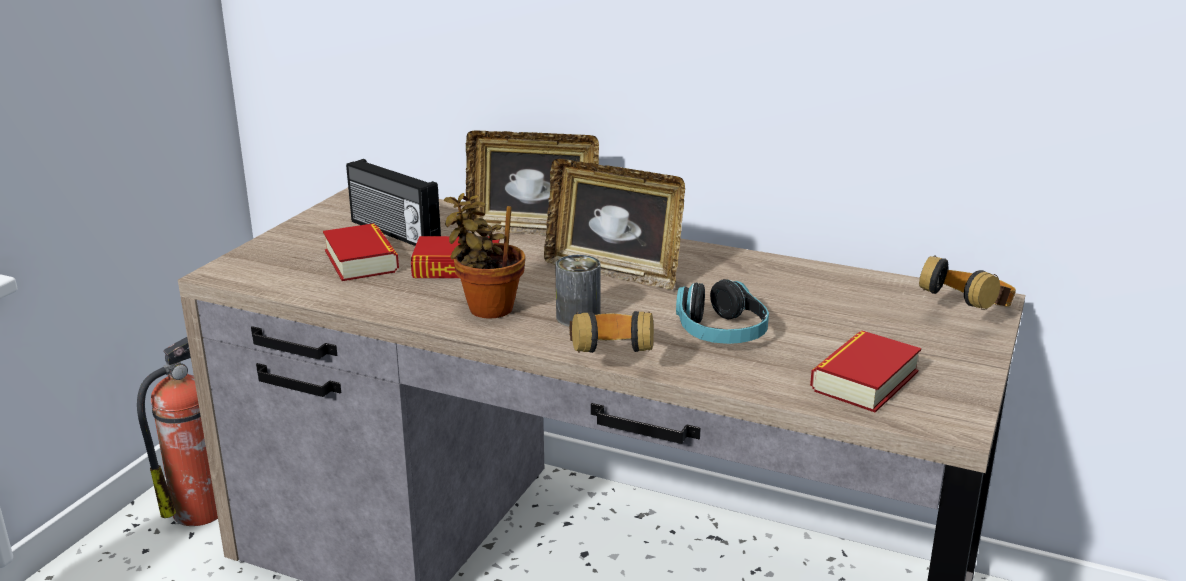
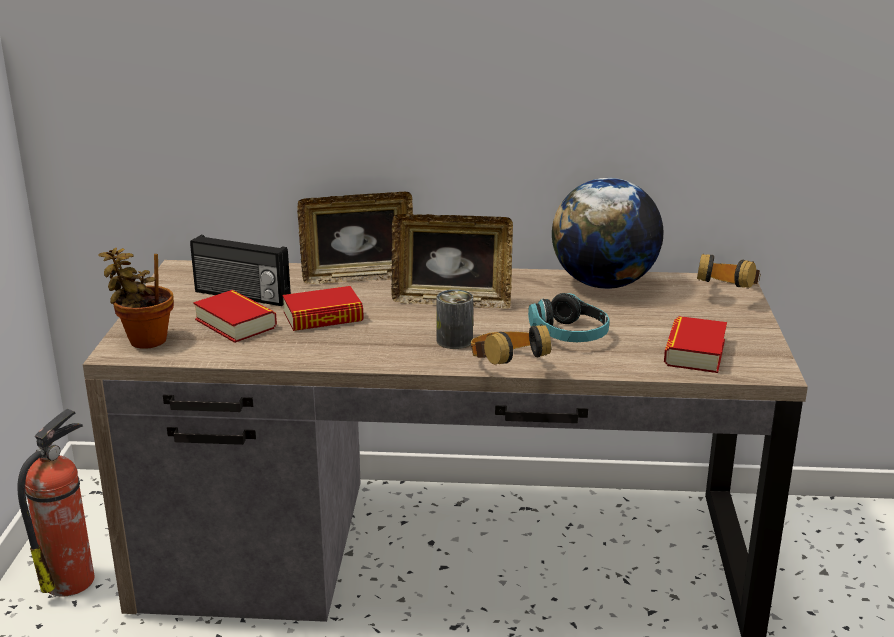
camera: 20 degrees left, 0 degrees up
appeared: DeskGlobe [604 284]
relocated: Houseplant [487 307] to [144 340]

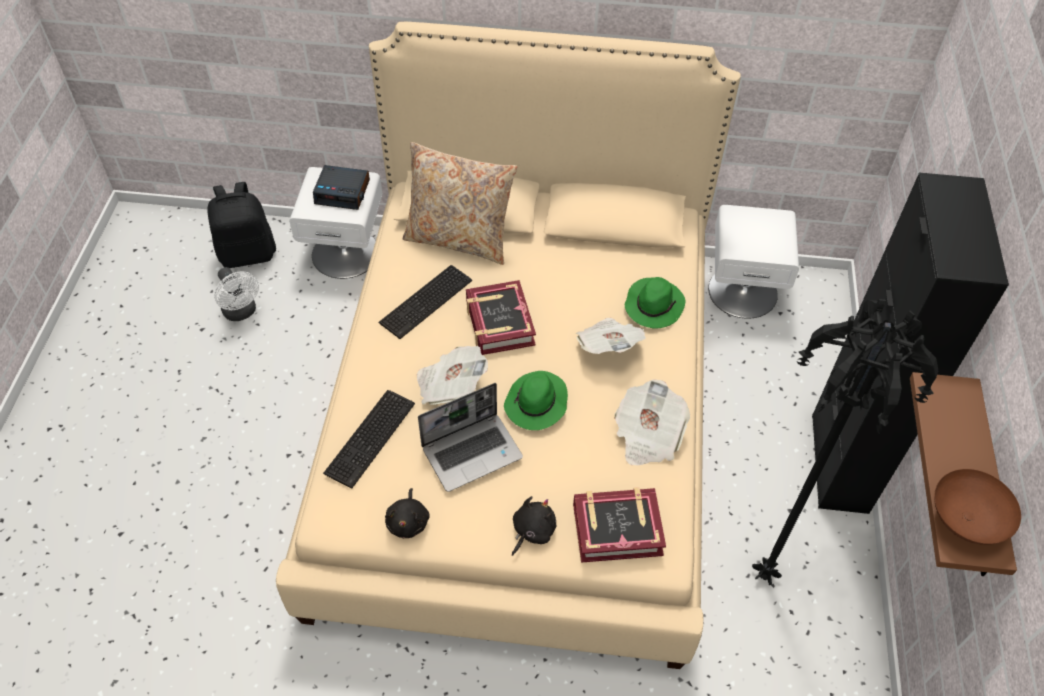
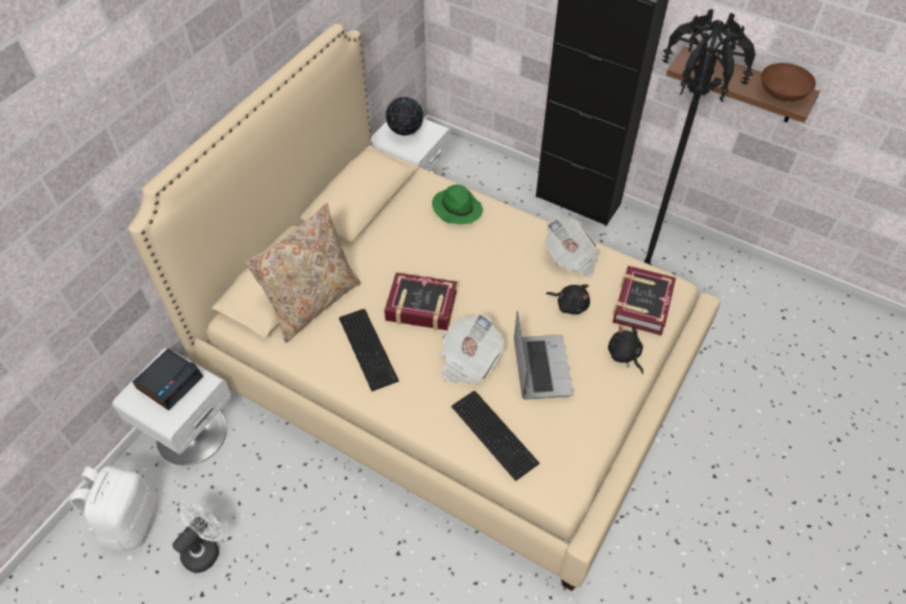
camera: 65 degrees left, 0 degrees up
missing: GreenColouredClothingHat [536 404]; PrintedPaper [608 346]
appeared: DeskGlobe [405 135]
relocated: BlackishCuddlyToy [408 521] to [570 305]
colour: BlackishKnapsack [248 253] to WhitishKnapsack [130 522]
spun: WhitishFan [242 312] = [205 549] 45 degrees counterclockwise

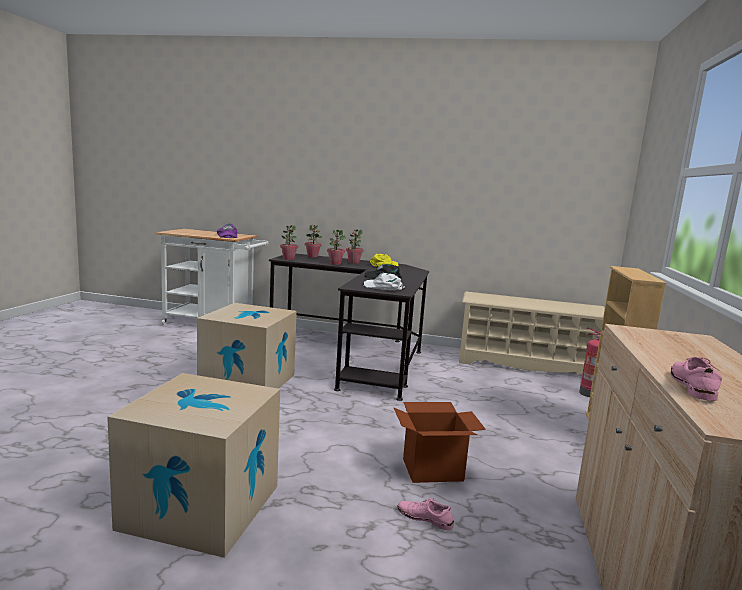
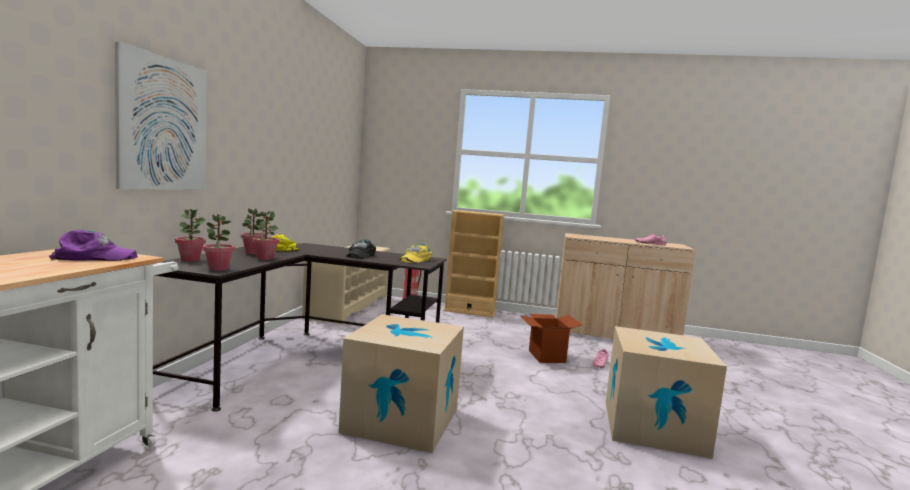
camera: 90 degrees left, 5 degrees down
appeared: WallPicture [163 124]
colour: WhitishPeakedCap [383 287] to YellowColouredPeakedCap [415 259]

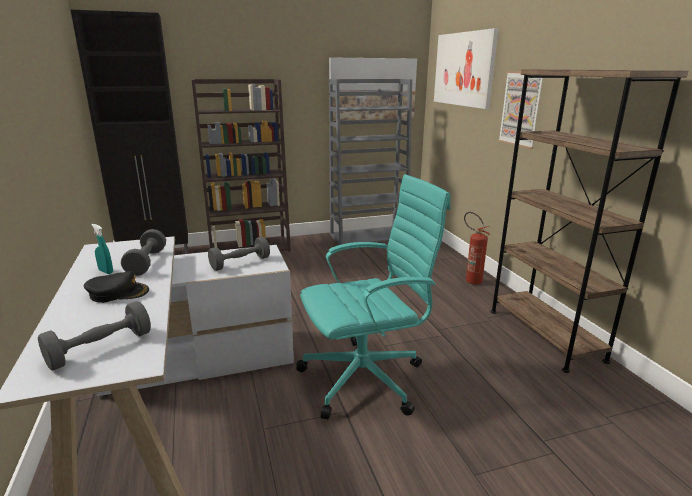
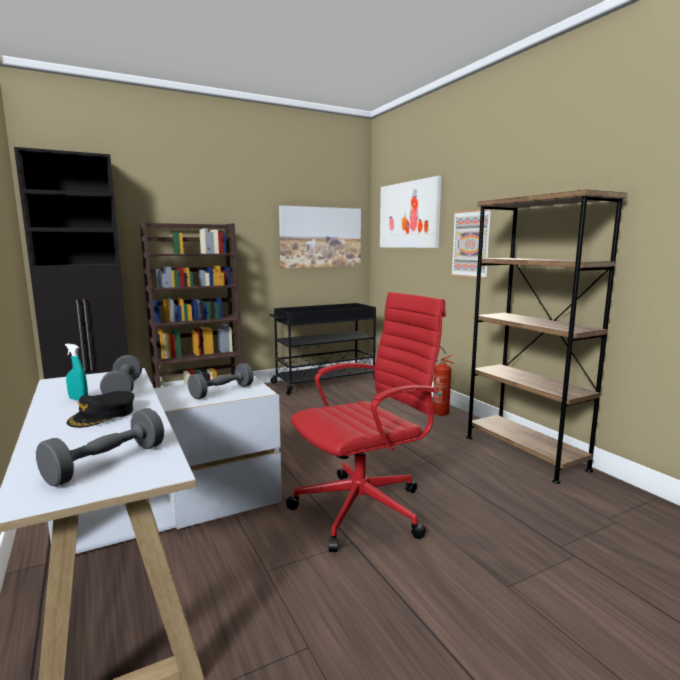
camera: 10 degrees left, 10 degrees down
exchanged: GreyShelvingUnit [369 237] to BlackishTrolley [324 382]
colour: BlueGreenOfficeChair [366 378] to RedOfficeChair [364 509]
spun: BlackishPeakedCap [118 293] = [103 415] 135 degrees clockwise

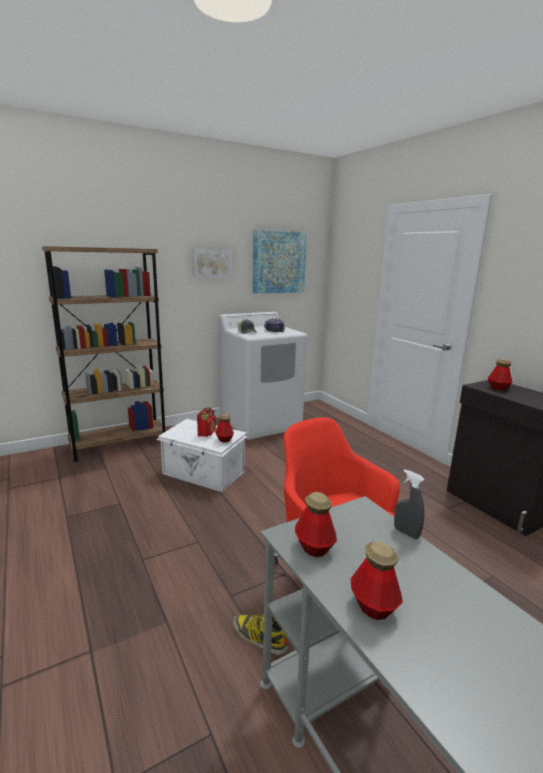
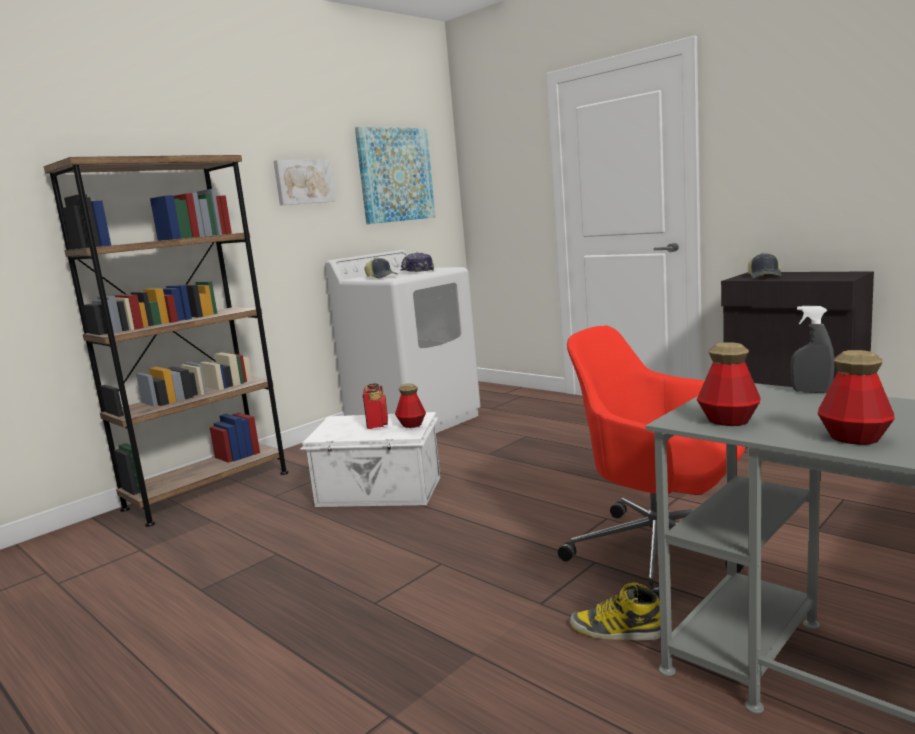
camera: 15 degrees left, 5 degrees down
exchanged: Bottle [498 388] to PeakedCap [765 276]

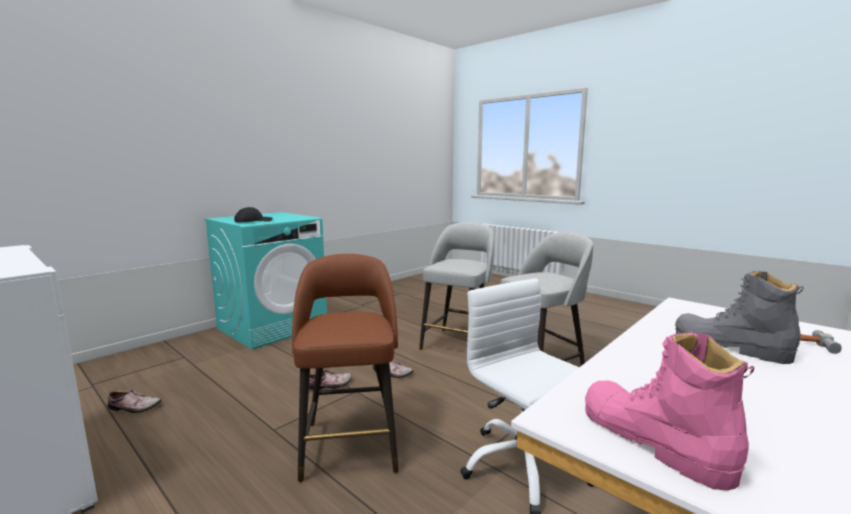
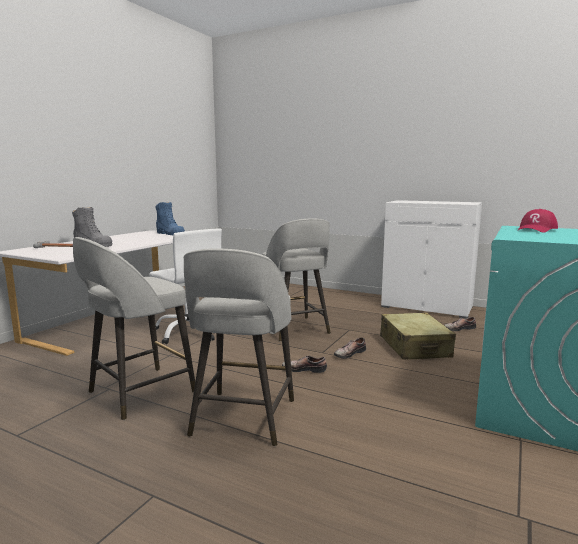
camera: 165 degrees right, 0 degrees up
appeared: BeigeColouredPieceOfLuggage [414 347]
colour: BlackishPeakedCap [253 221] to RedPeakedCap [536 229]; BrownishStool [350 443] to GreyStool [295 329]; PinkTallBoot [652 441] to BluishTallBoot [170 234]

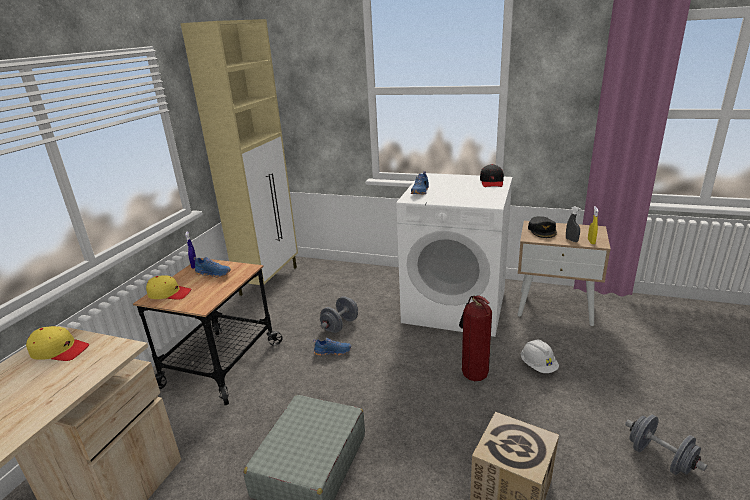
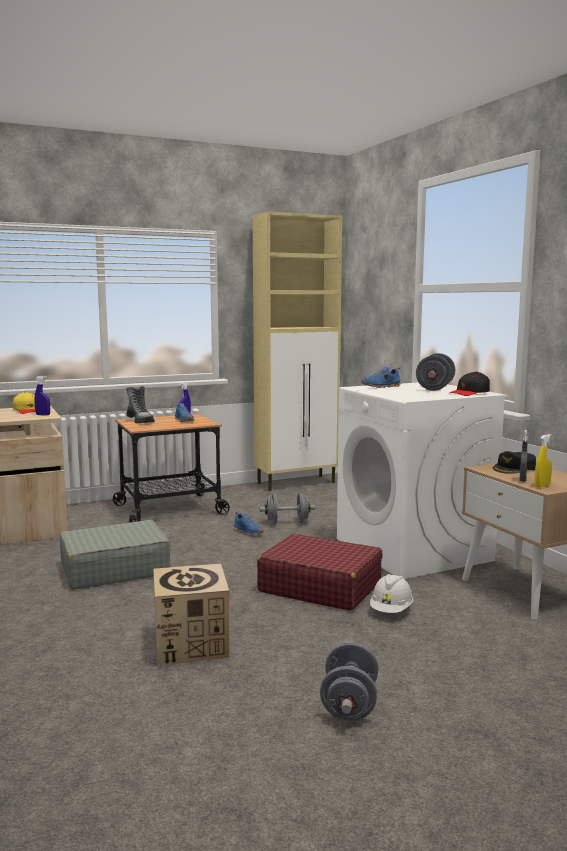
camera: 45 degrees right, 15 degrees down
appeared: BluishSprayBottle [43 415]; GreyHandWeight [435 388]
exchanged: YellowColouredPeakedCap [169 293] to TallBoot [140 421]; FireFightingCylinder [472 374] to RedPieceOfLuggage [319 587]

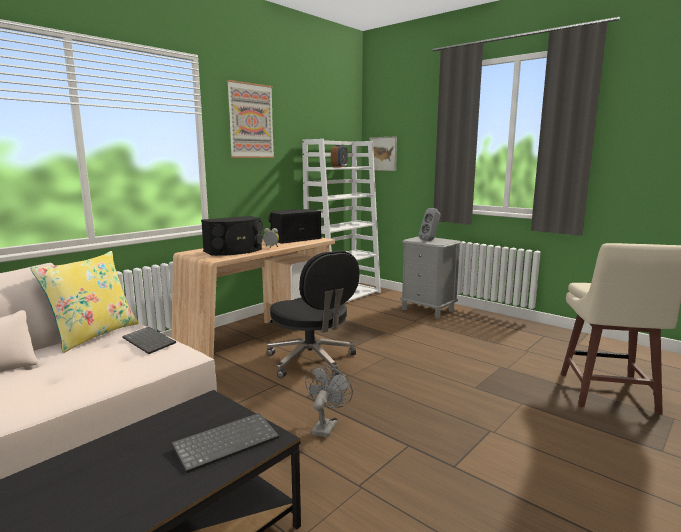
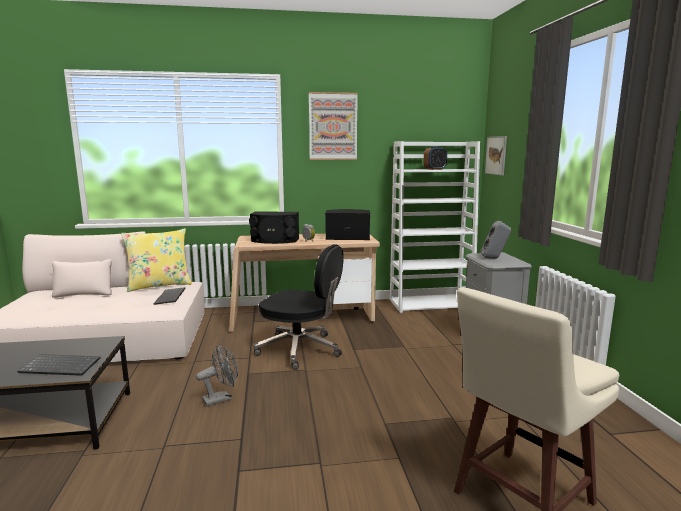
camera: 40 degrees right, 0 degrees up
spun: BlackishOfficeChair [312 361] = [301 350] 75 degrees counterclockwise

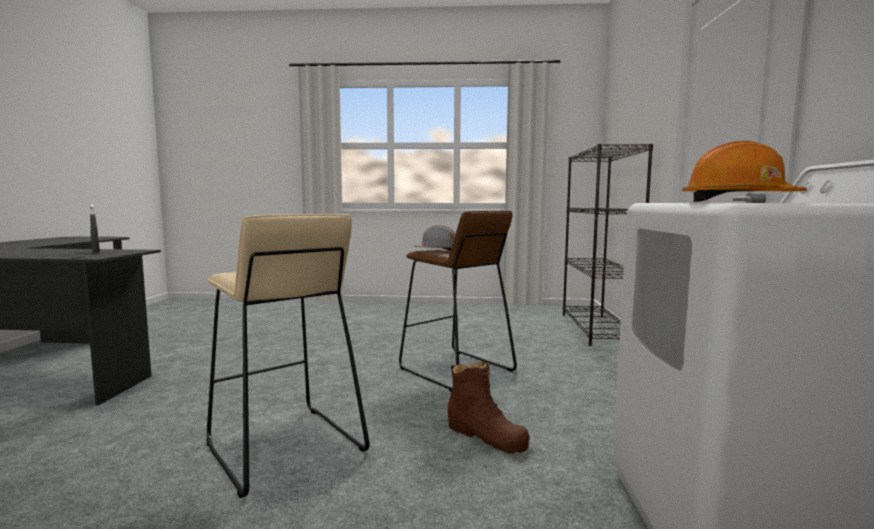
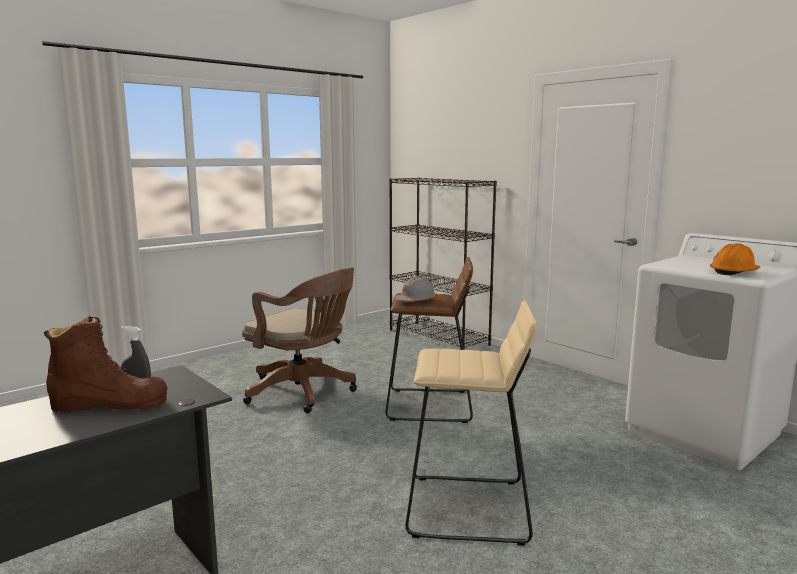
camera: 45 degrees left, 5 degrees up
appeared: BrownishOfficeChair [304 392]
relocated: BrownishTallBoot [486 436] to [110 404]

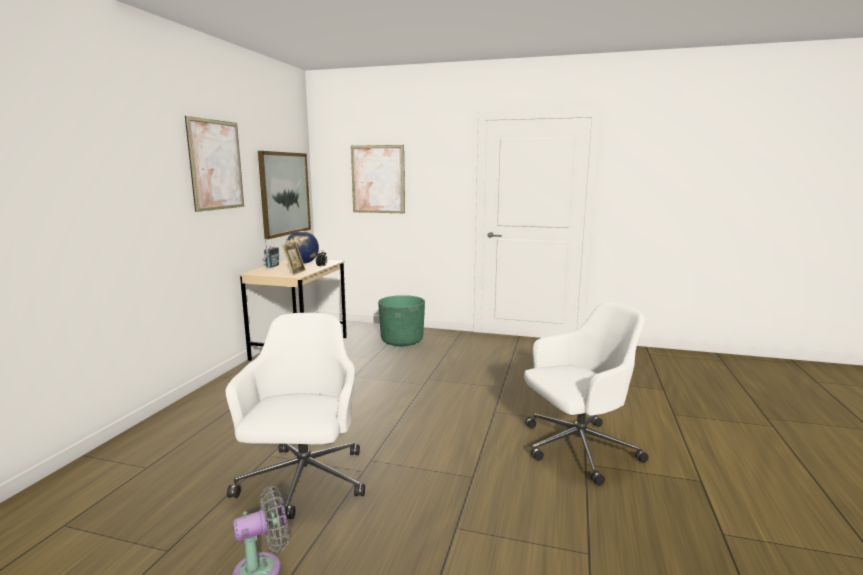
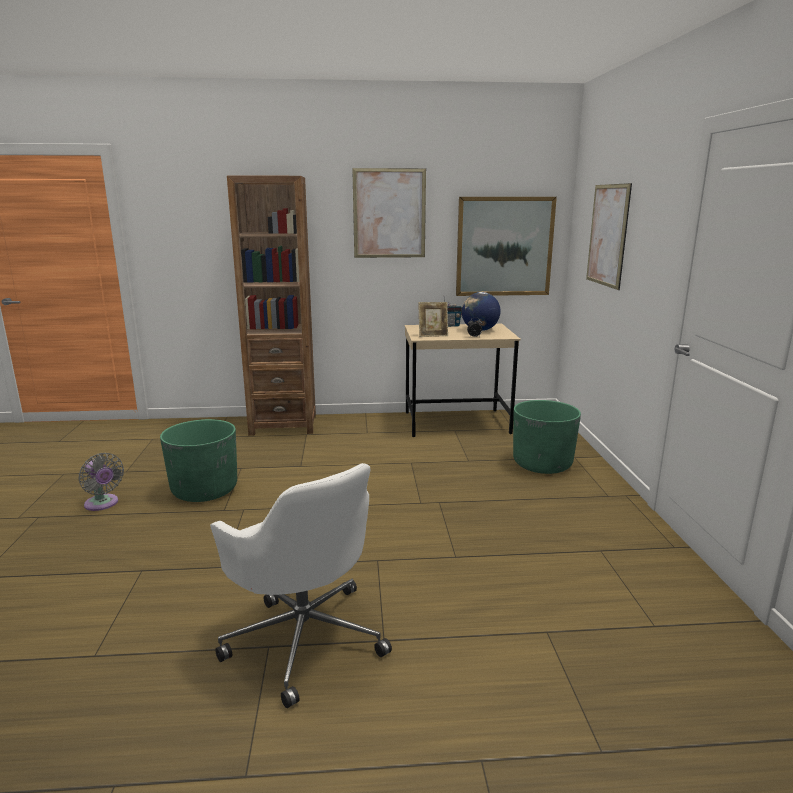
camera: 70 degrees right, 5 degrees up
appeared: BrownishShelvingUnit [283 424]
exchanged: WhitishOfficeChair [303 482] to GreenColouredFlowerPot [204 490]

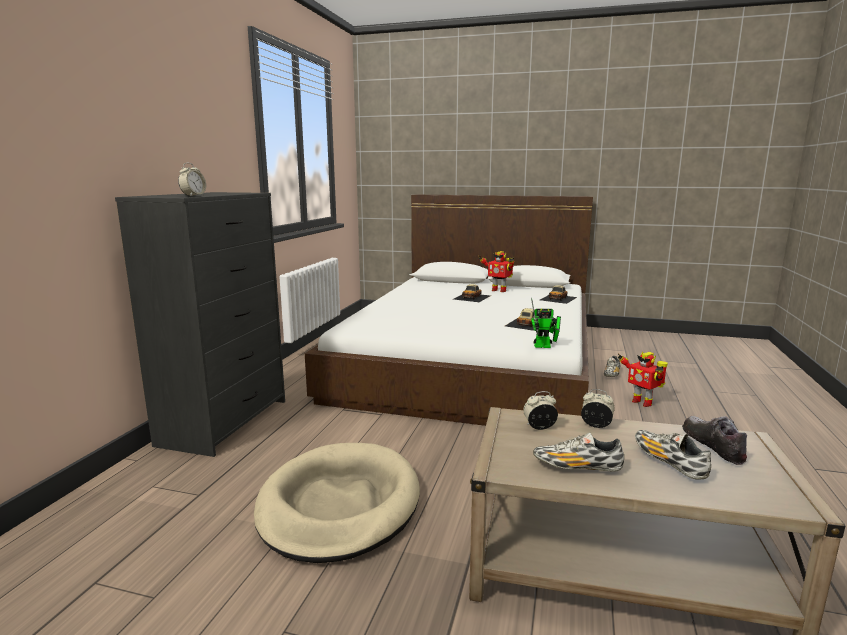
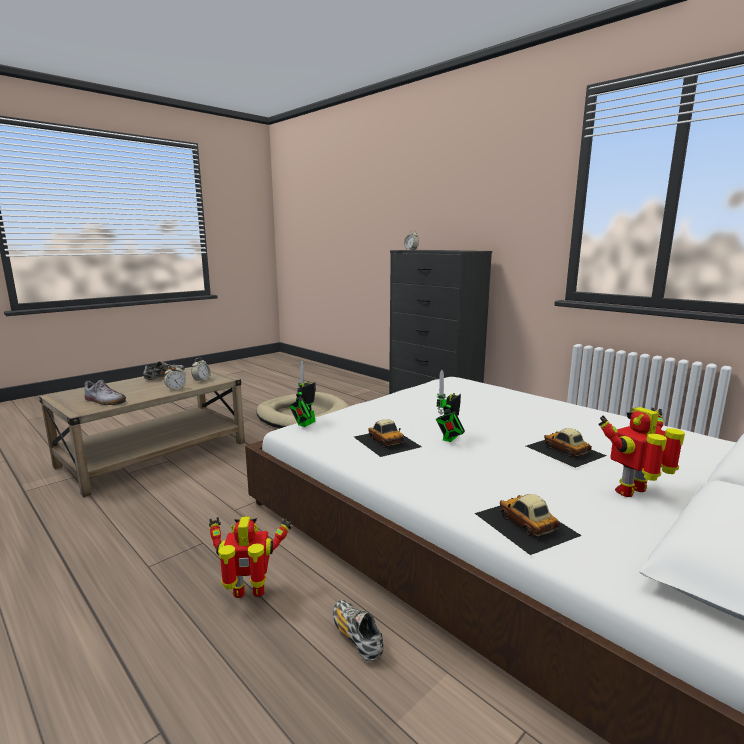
camera: 120 degrees right, 0 degrees up
missing: Shoe [668 463]
appeared: ToyRobot [449 439]

